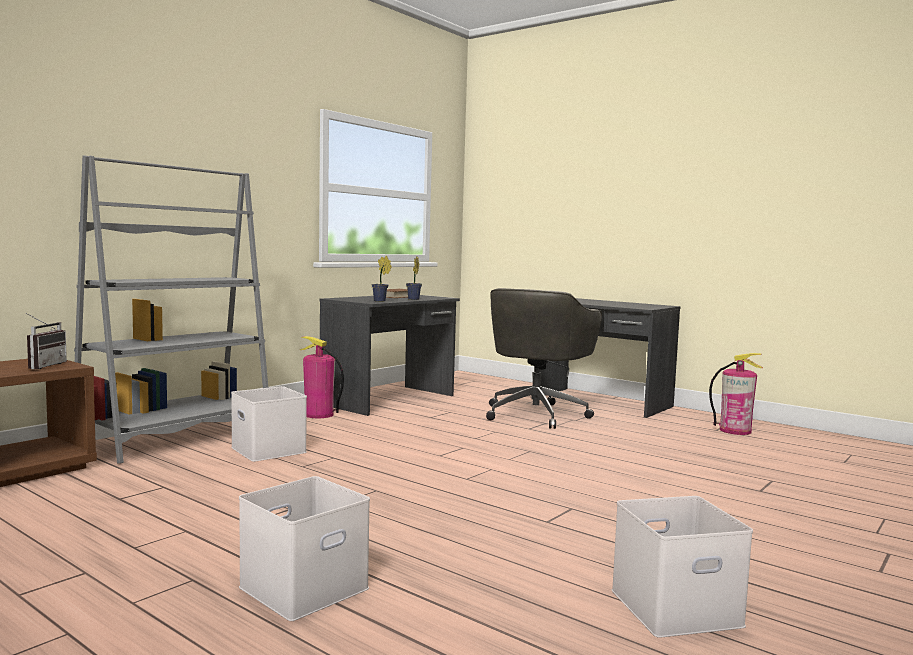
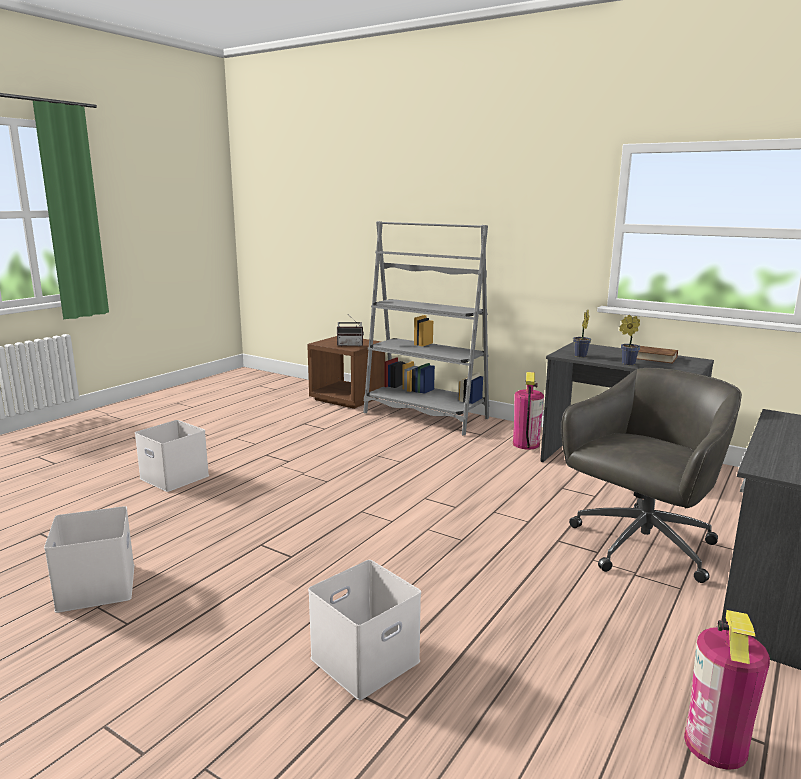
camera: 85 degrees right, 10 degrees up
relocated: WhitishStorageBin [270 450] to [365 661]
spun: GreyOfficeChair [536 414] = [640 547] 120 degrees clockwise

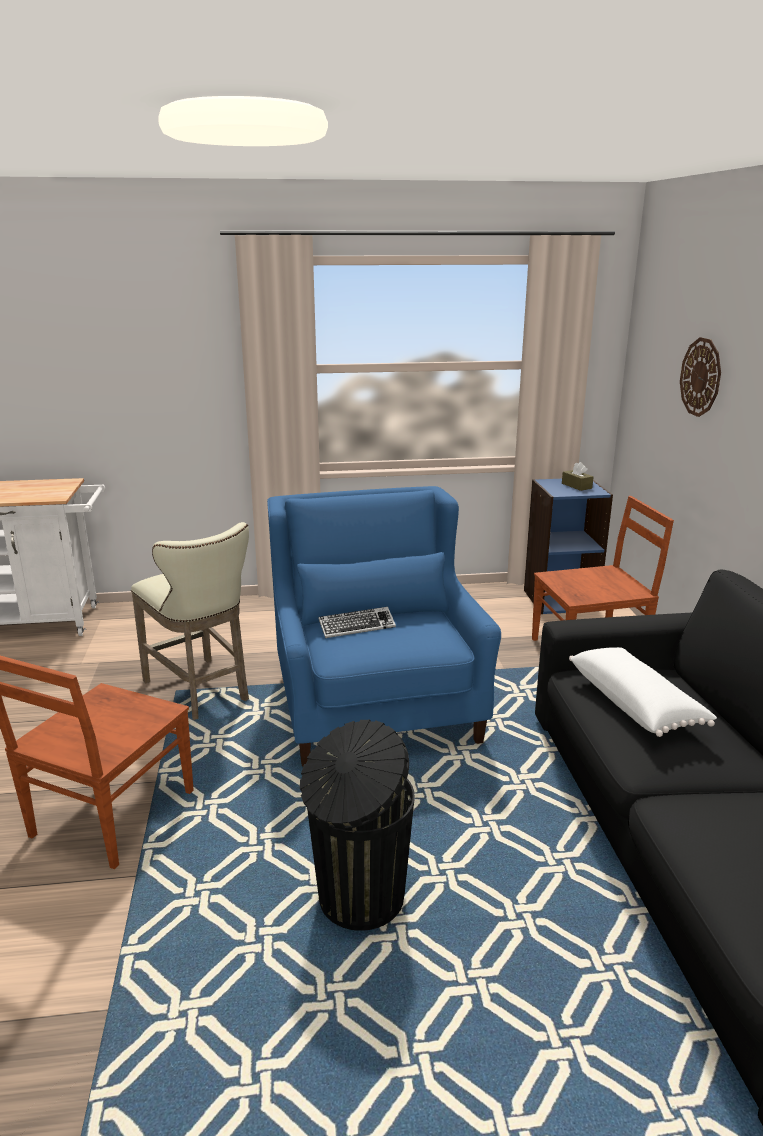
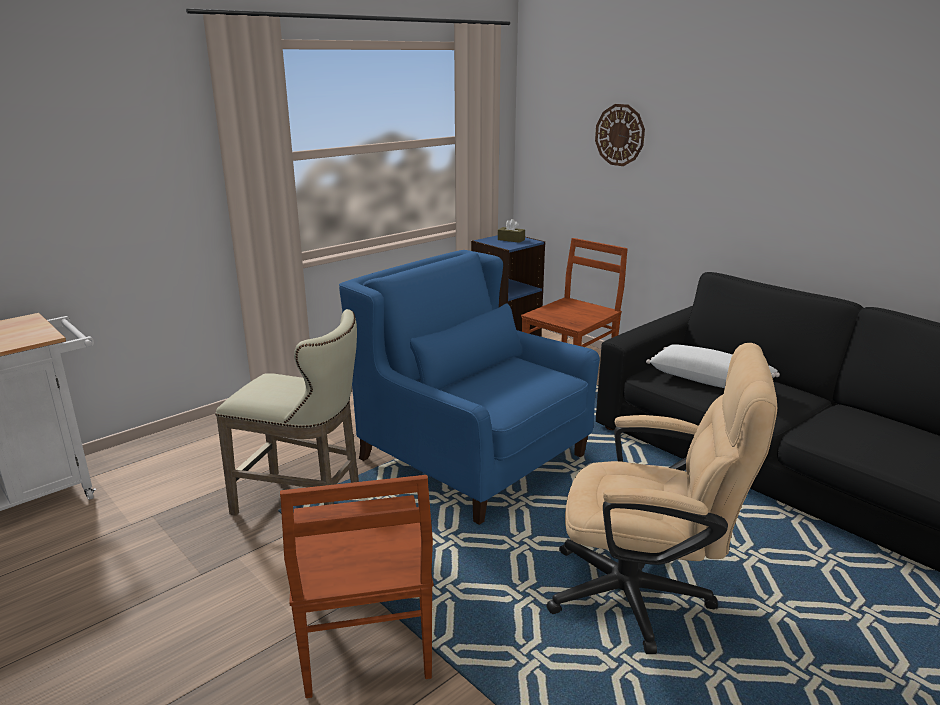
camera: 35 degrees left, 0 degrees up
missing: Keyboard [357 627]
exchanged: BlackishWasteBin [359 899] to BeigeColouredOfficeChair [644 596]

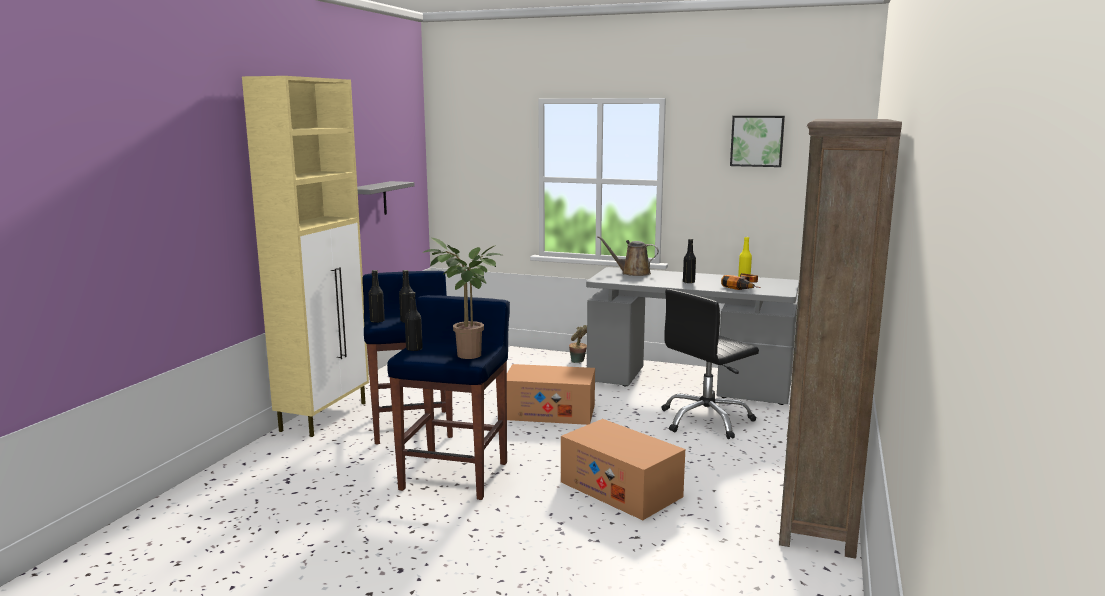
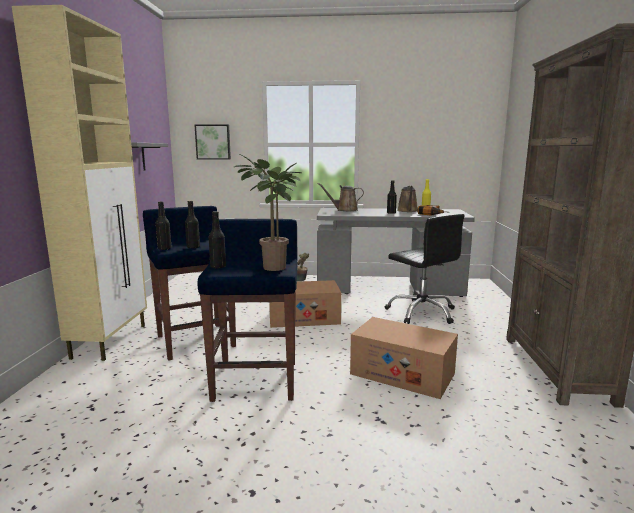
camera: 15 degrees left, 0 degrees up
appeared: BrownishWateringPot [408 211]
relocated: WallPicture [757 141] to [213 142]
spun: BlackishOfficeChair [706 420] = [422 312] 75 degrees counterclockwise

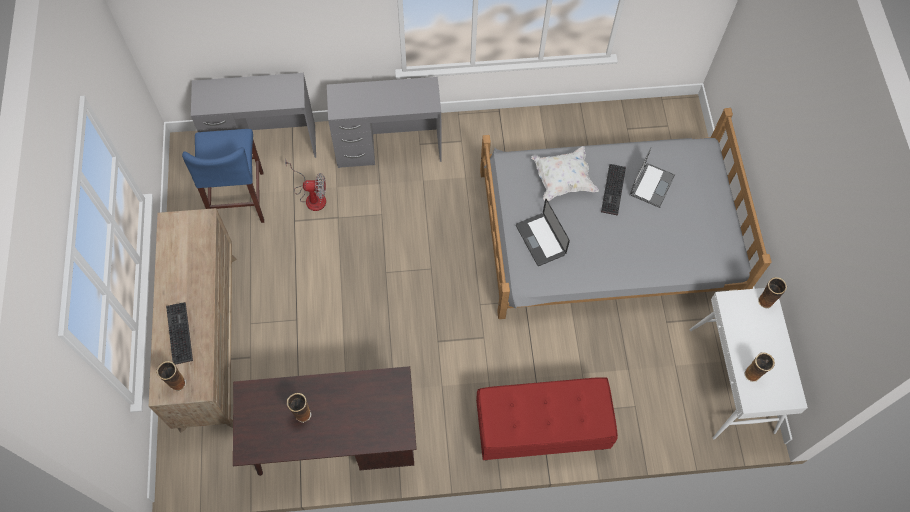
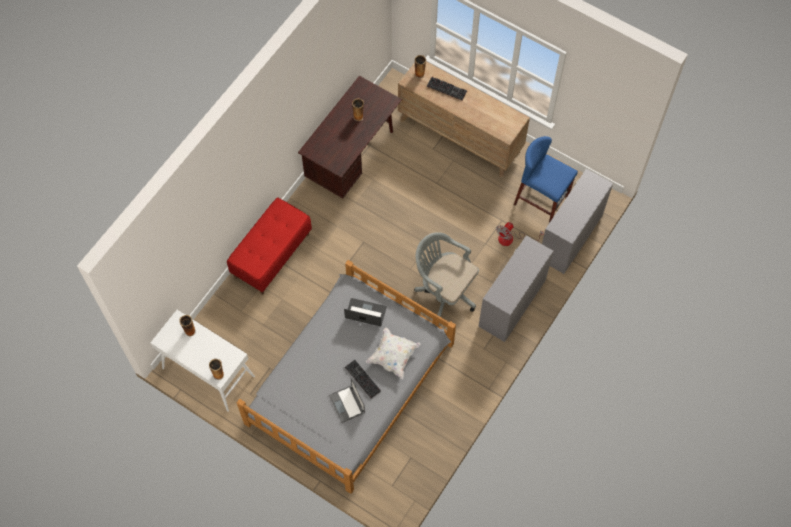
camera: 130 degrees right, 0 degrees up
appeared: GreyOfficeChair [444 290]

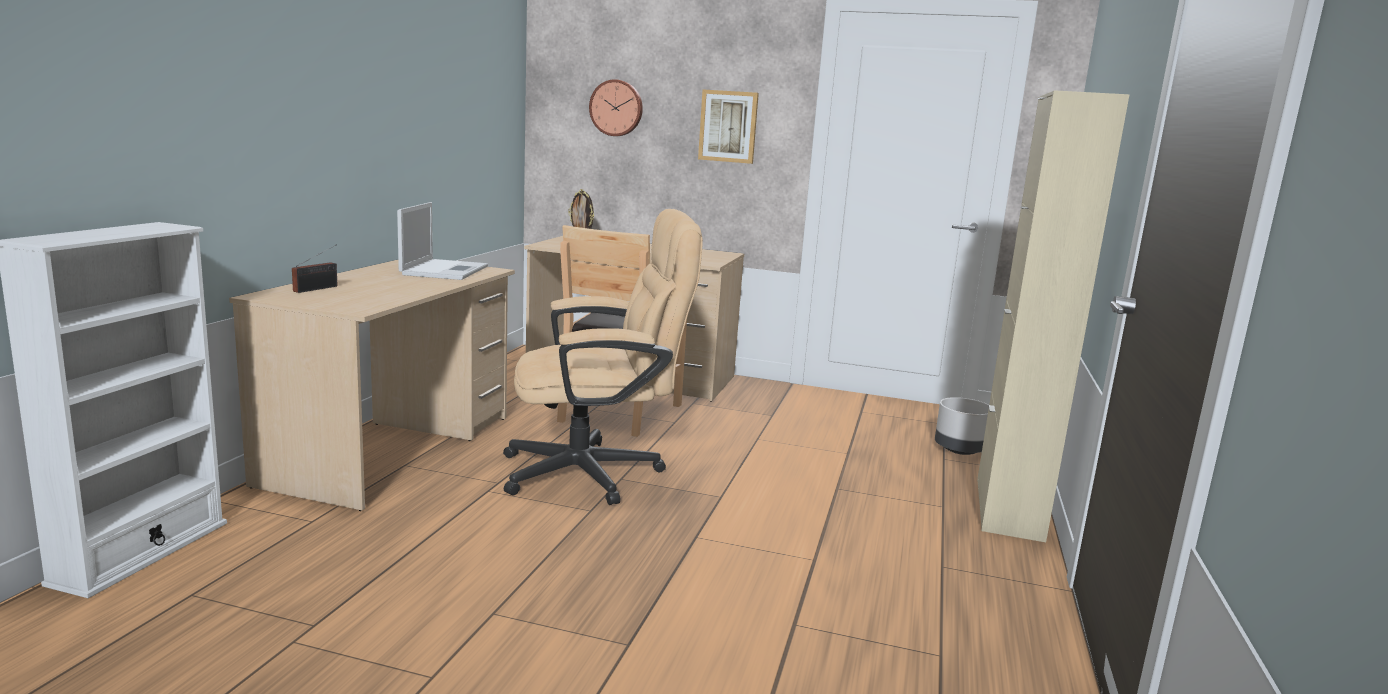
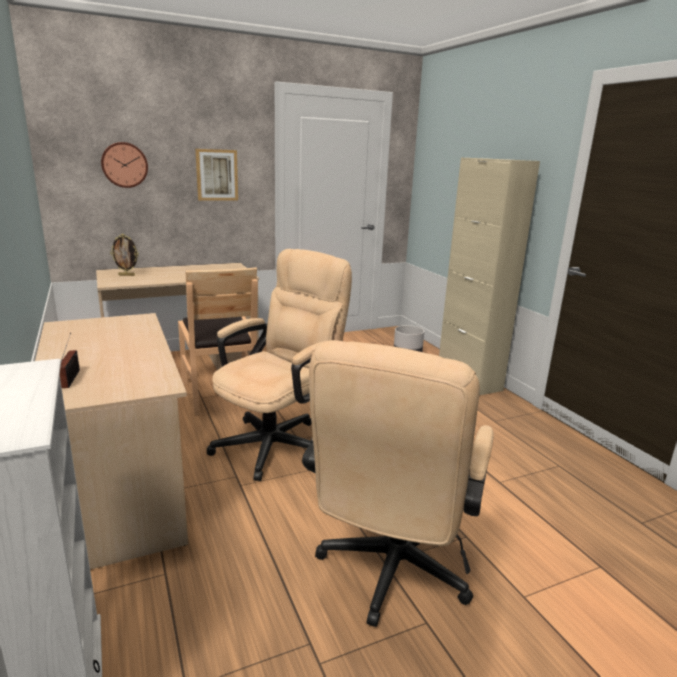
camera: 40 degrees left, 5 degrees up
missing: NotebookComputer [445 270]
appeared: BeigeColouredOfficeChair [390 573]

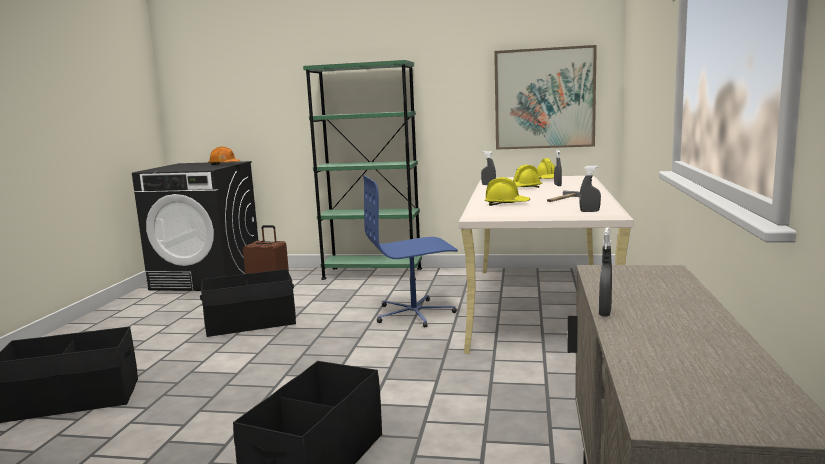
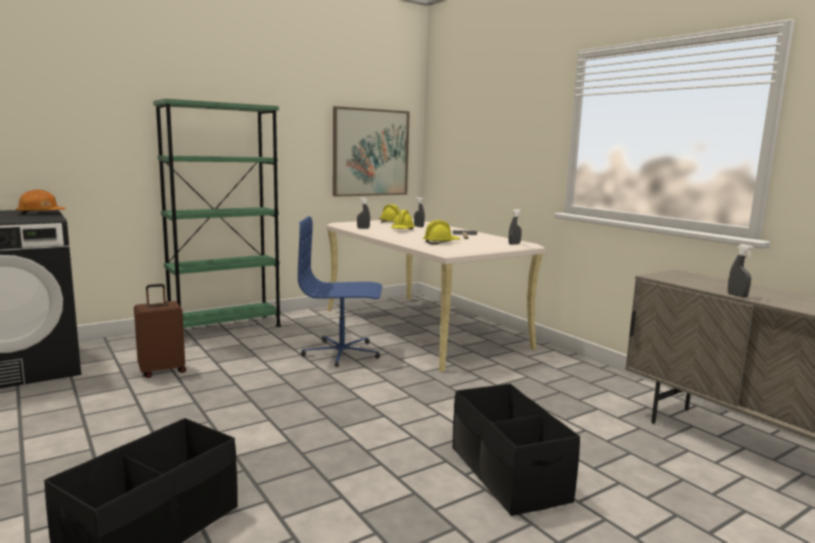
camera: 45 degrees left, 0 degrees up
missing: BlackishStorageBin [251 323]
spun: BluishOfficeChair [414 313] = [342 353] 60 degrees clockwise

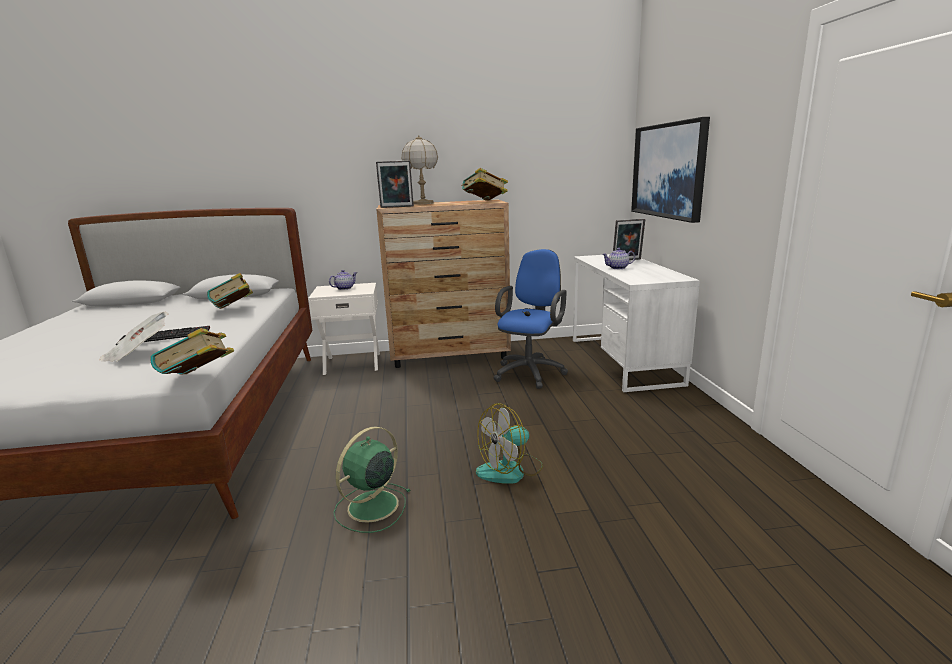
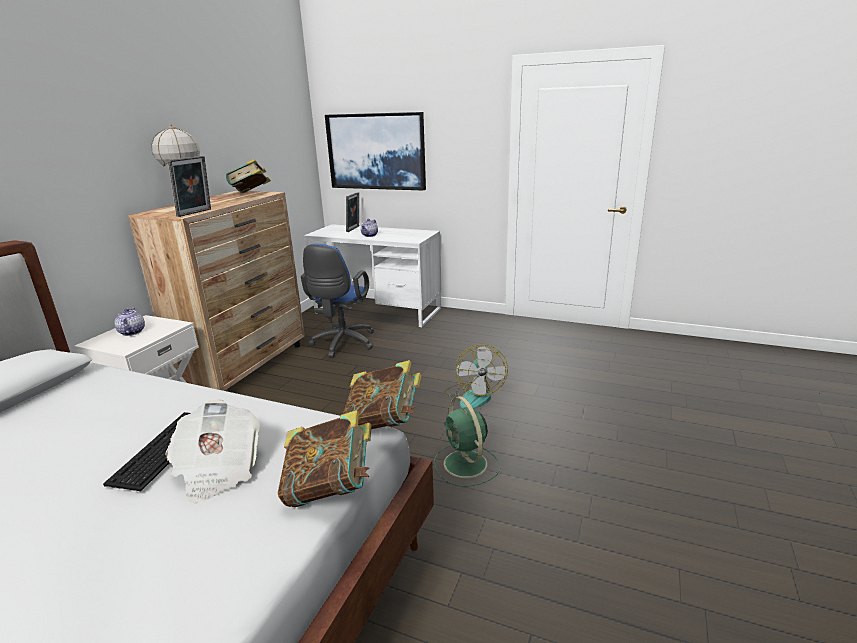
camera: 60 degrees left, 5 degrees up
relocated: Volume [234 310] to [330 489]
spun: BluishOfficeChair [531 372] = [342 344] 135 degrees counterclockwise

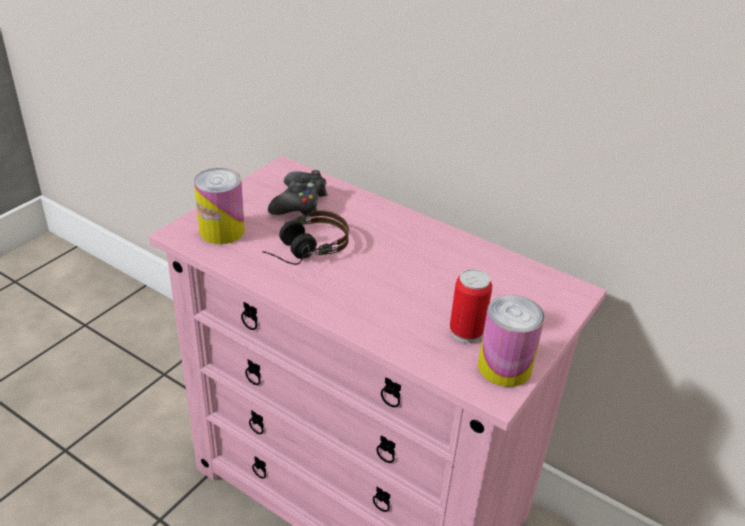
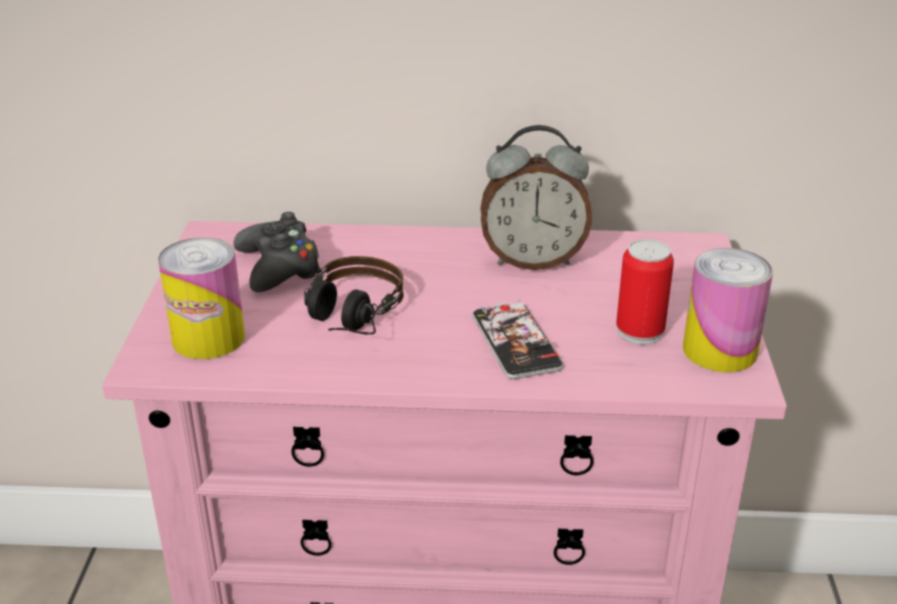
camera: 30 degrees left, 5 degrees down
appeared: Handset [516 342]; TableClock [533 260]

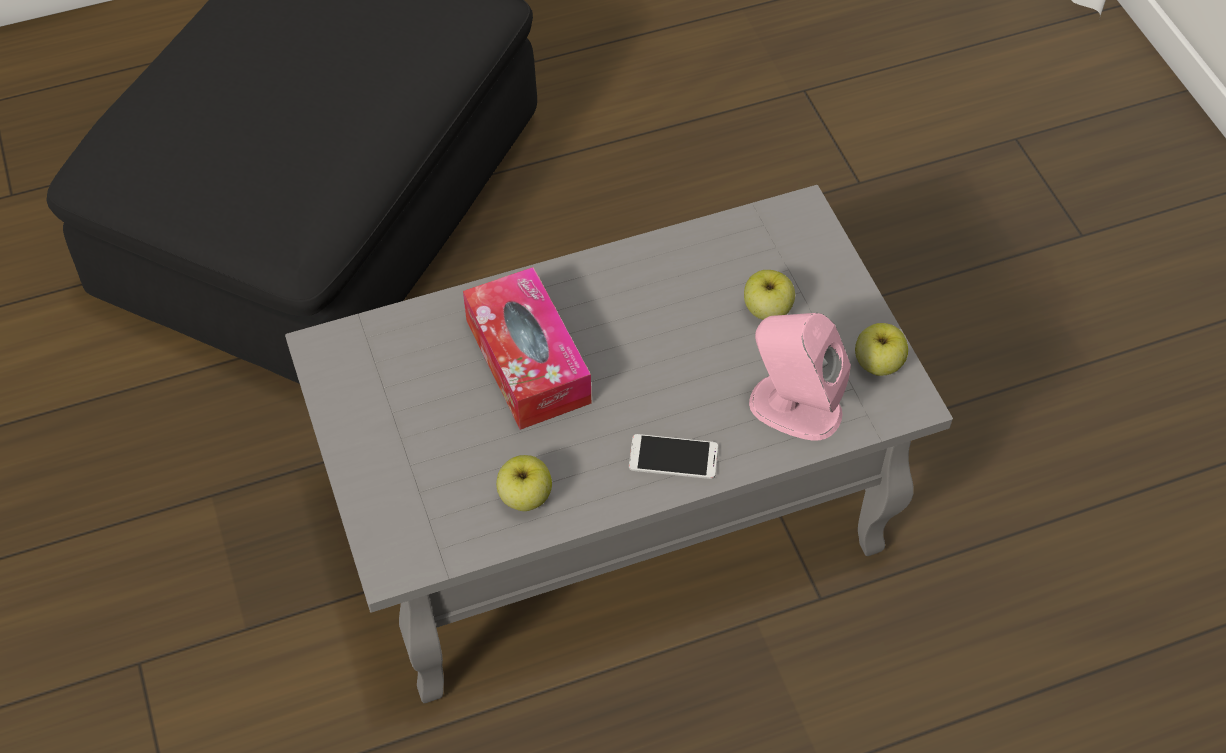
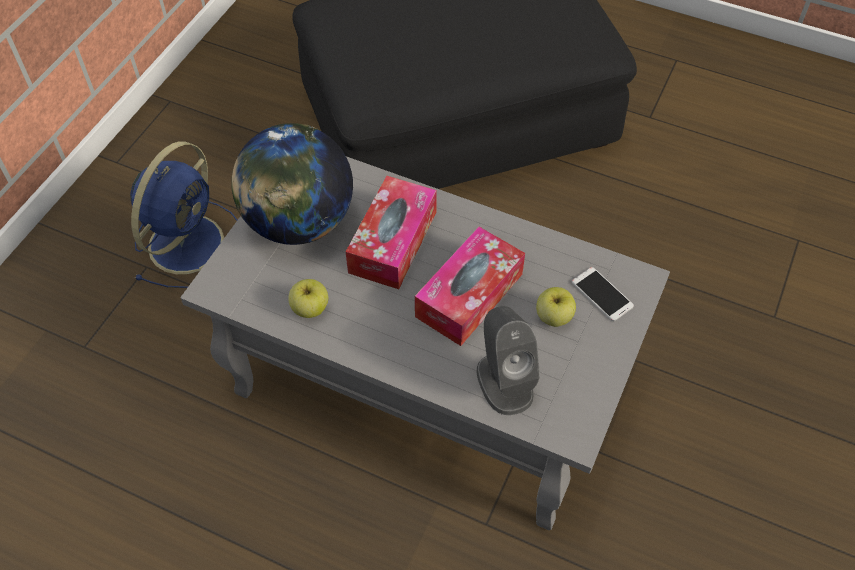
camera: 45 degrees right, 0 degrees up
missing: Apple [878 363]
appeared: BluishFan [188 241]; DeskGlobe [299 222]; TissueBox [469 295]
relocated: Handset [673 457] to [602 294]
colour: PinkLoudspeaker [794 407] to GreyLoudspeaker [504 382]

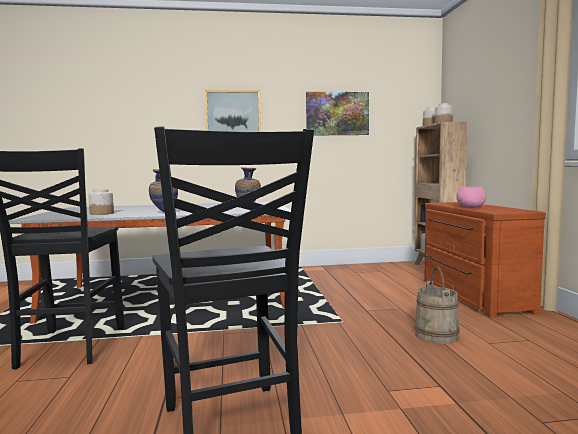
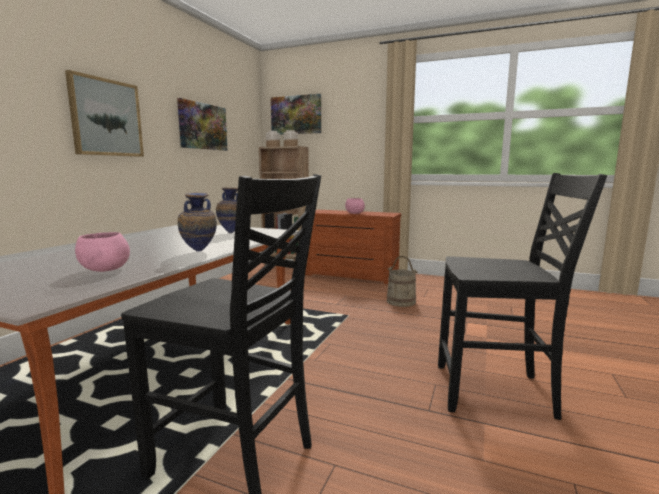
camera: 60 degrees left, 5 degrees up
appeared: WallPicture [296 115]
exchanged: StorageJar [102 213] to PinkDeepDish [105 269]

